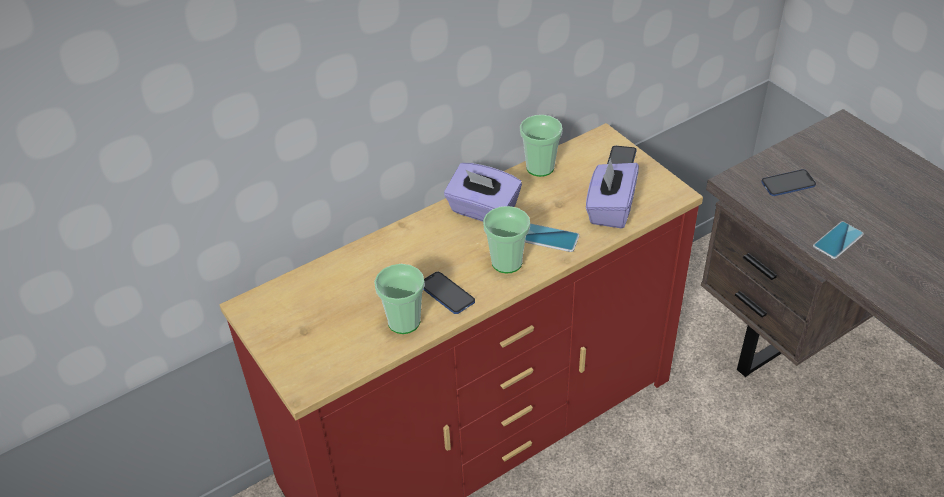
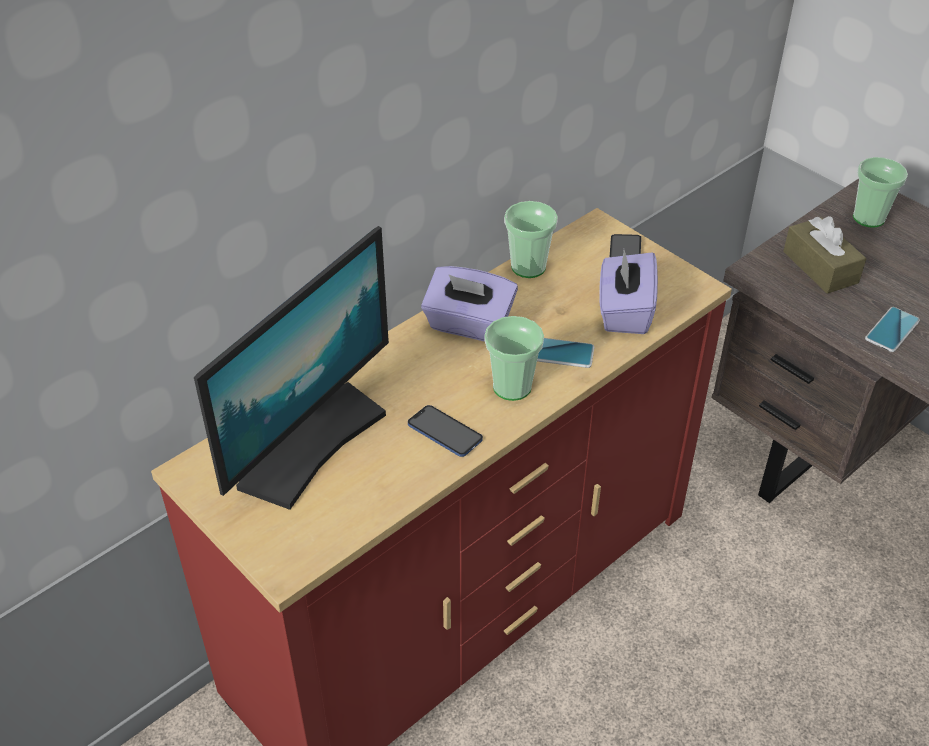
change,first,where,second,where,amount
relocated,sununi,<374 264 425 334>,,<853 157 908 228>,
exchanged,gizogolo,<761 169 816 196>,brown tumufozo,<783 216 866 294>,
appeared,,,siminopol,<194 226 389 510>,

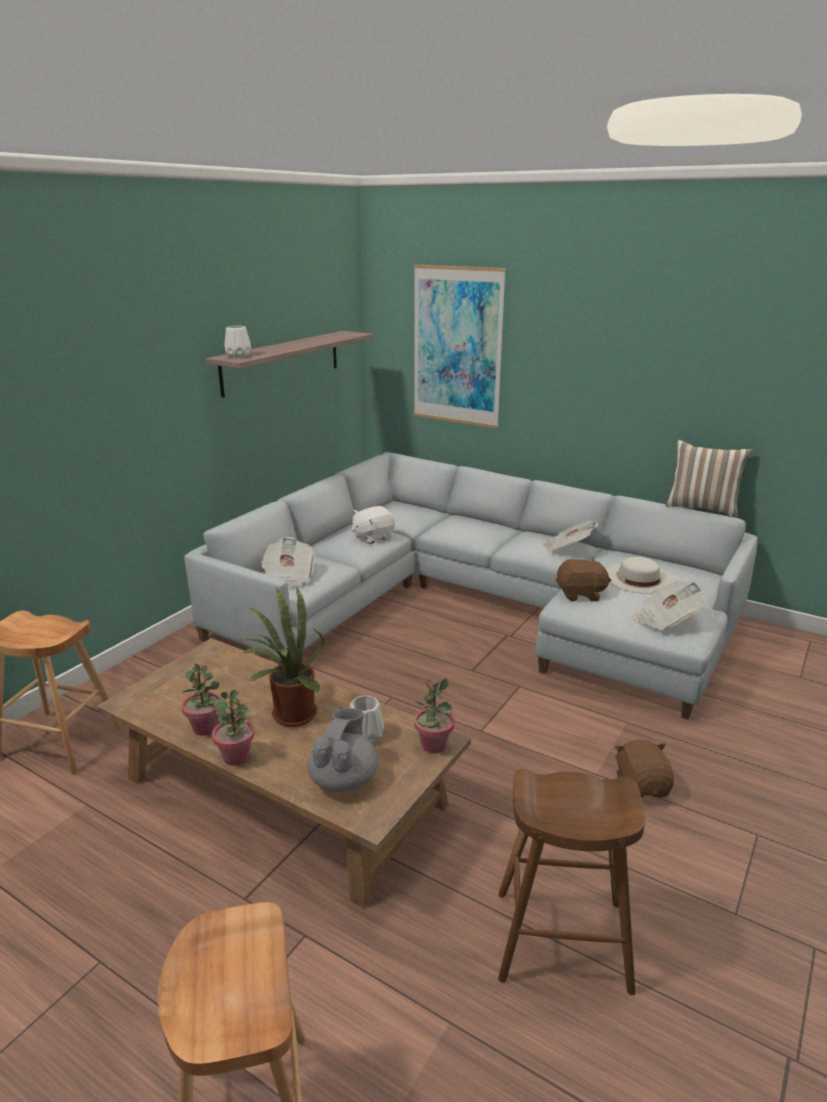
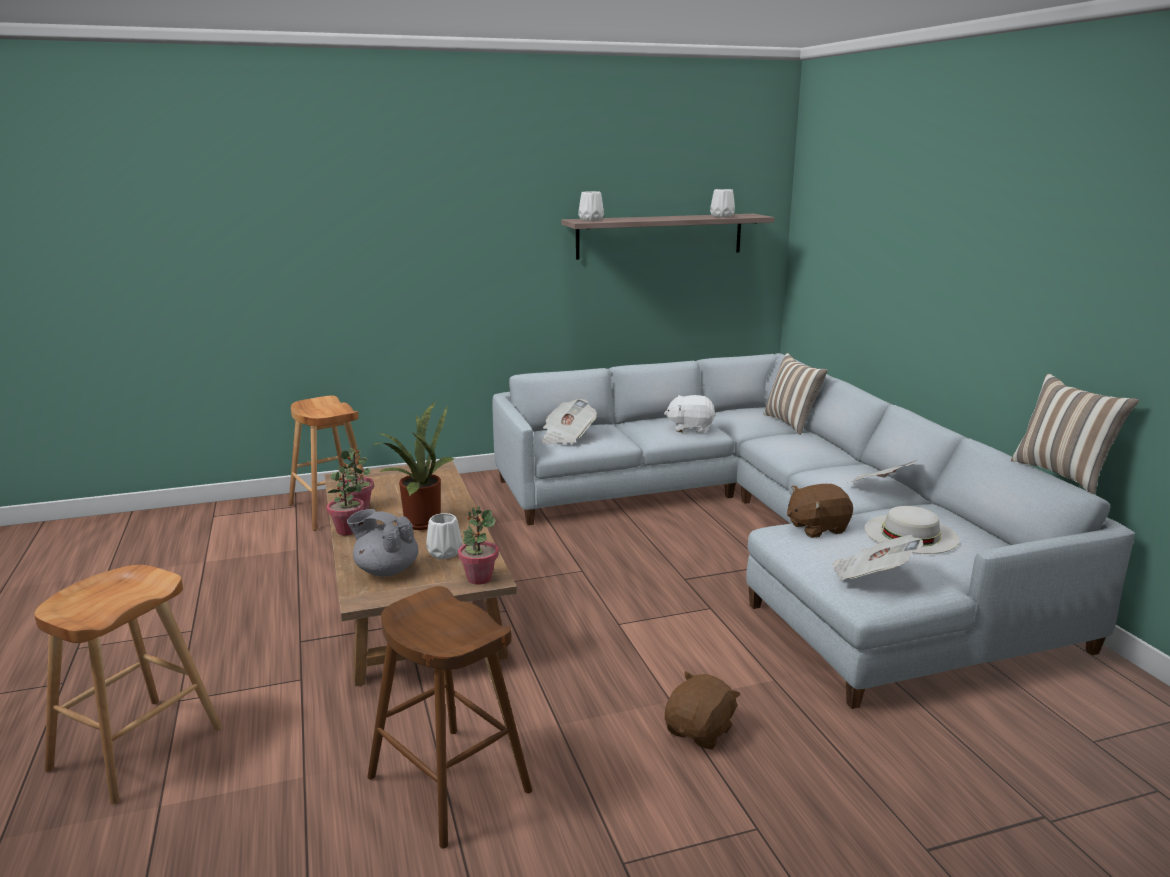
change,first,where,second,where,amount
spun,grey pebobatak,<307 708 378 792>,,<347 509 419 576>,120 degrees counterclockwise
missing,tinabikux,<413 265 506 428>,,,
spun,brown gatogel,<556 558 611 601>,,<787 484 853 538>,120 degrees clockwise
appeared,,,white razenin,<710 189 735 217>,
appeared,,,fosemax,<764 353 828 435>,

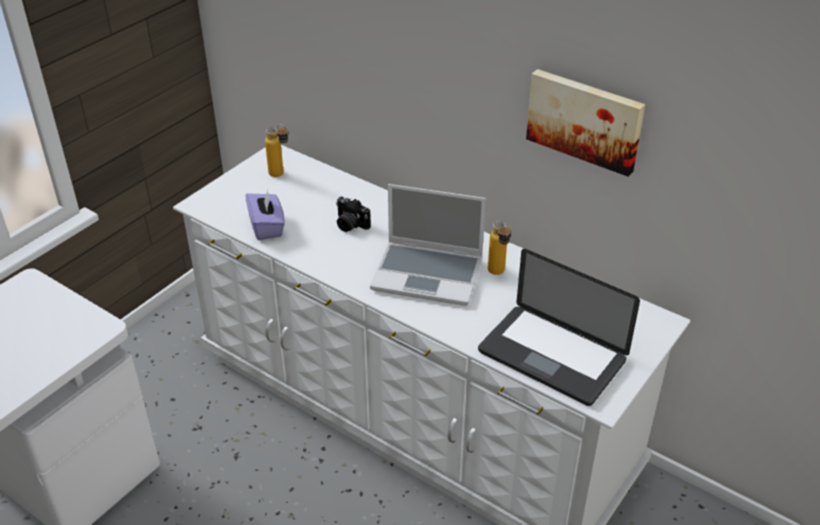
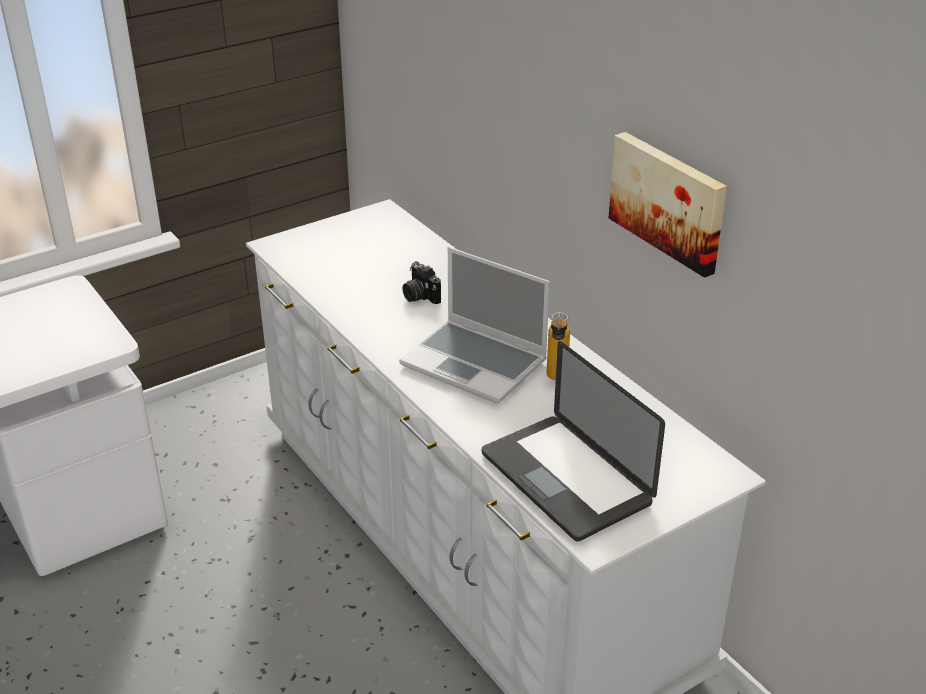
change,first,where,second,where,amount
missing,purple tumufozo,<246 189 285 240>,,,
missing,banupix,<265 125 289 177>,,,

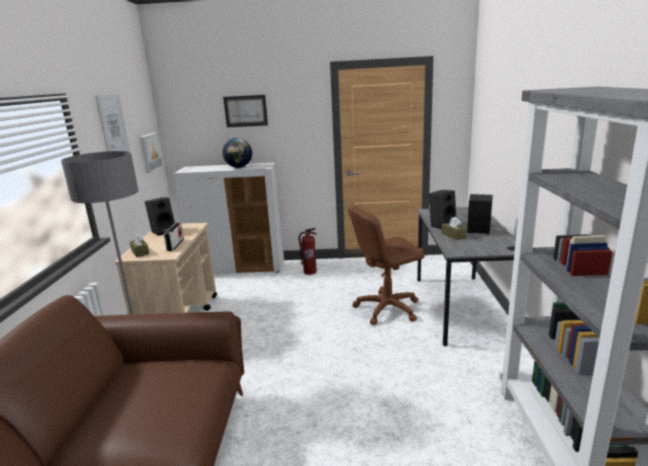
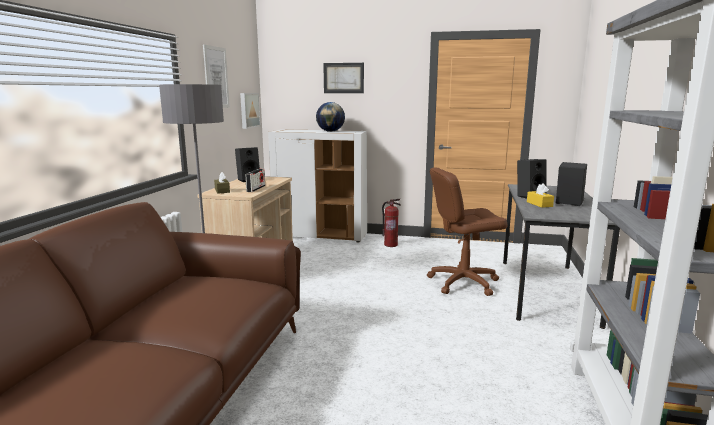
change,first,where,second,where,amount
colour,brown tumufozo,<441 217 467 240>,yellow tumufozo,<527 183 554 208>,

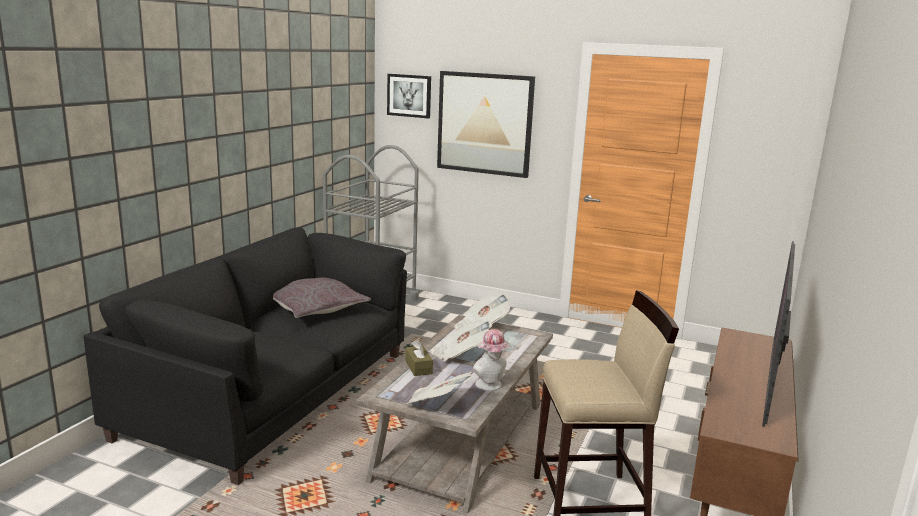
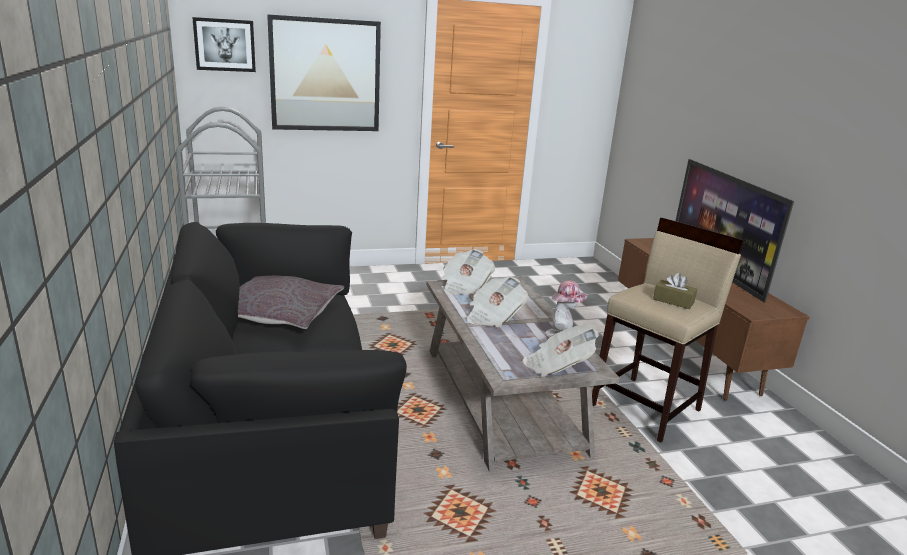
change,first,where,second,where,amount
relocated,brown tumufozo,<405 340 433 376>,,<653 273 697 309>,

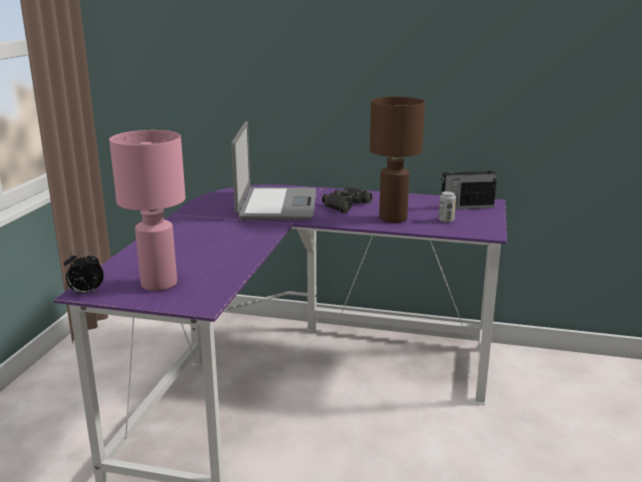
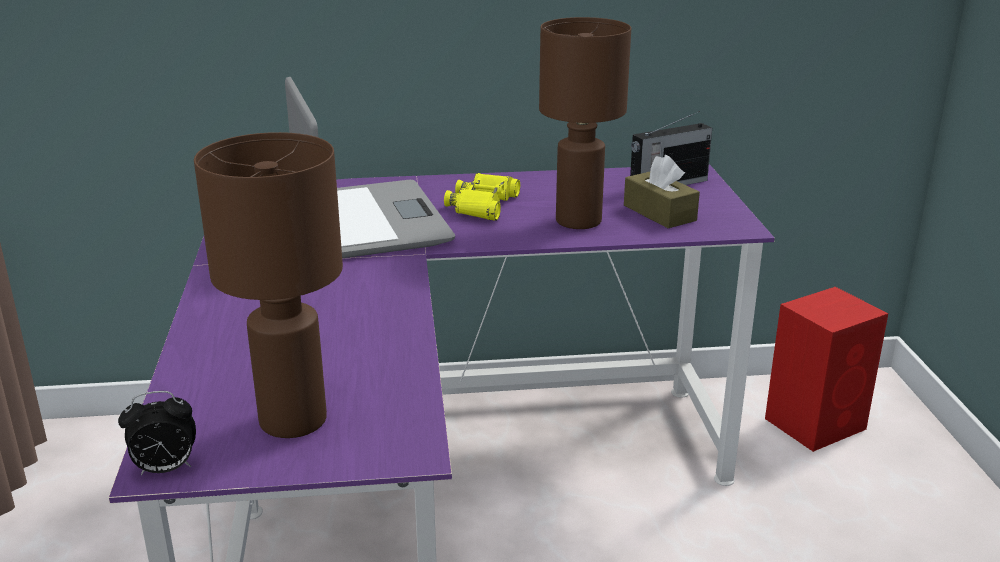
change,first,where,second,where,amount
colour,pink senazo,<109 130 185 291>,brown senazo,<194 132 343 438>,
colour,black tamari,<322 186 372 213>,yellow tamari,<444 173 520 221>,
exchanged,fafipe,<439 191 456 223>,brown tumufozo,<624 155 700 228>,
appeared,,,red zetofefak,<765 287 888 452>,

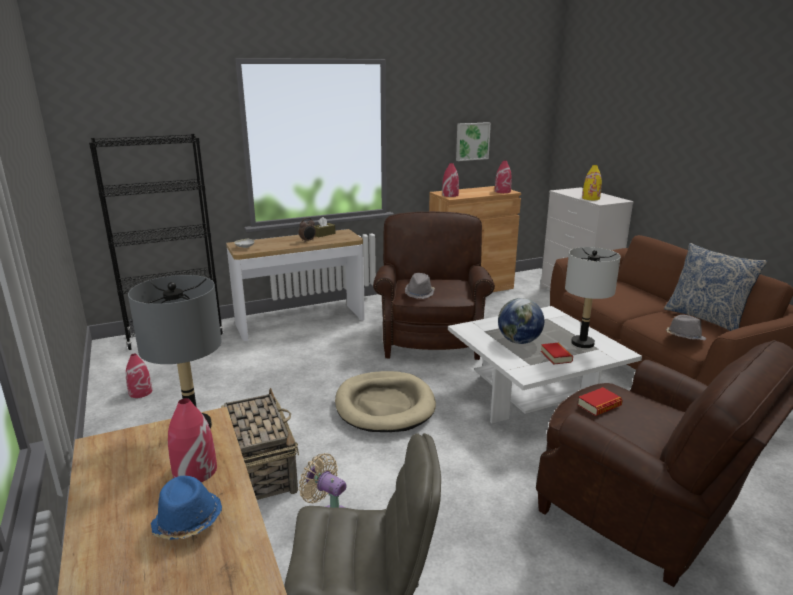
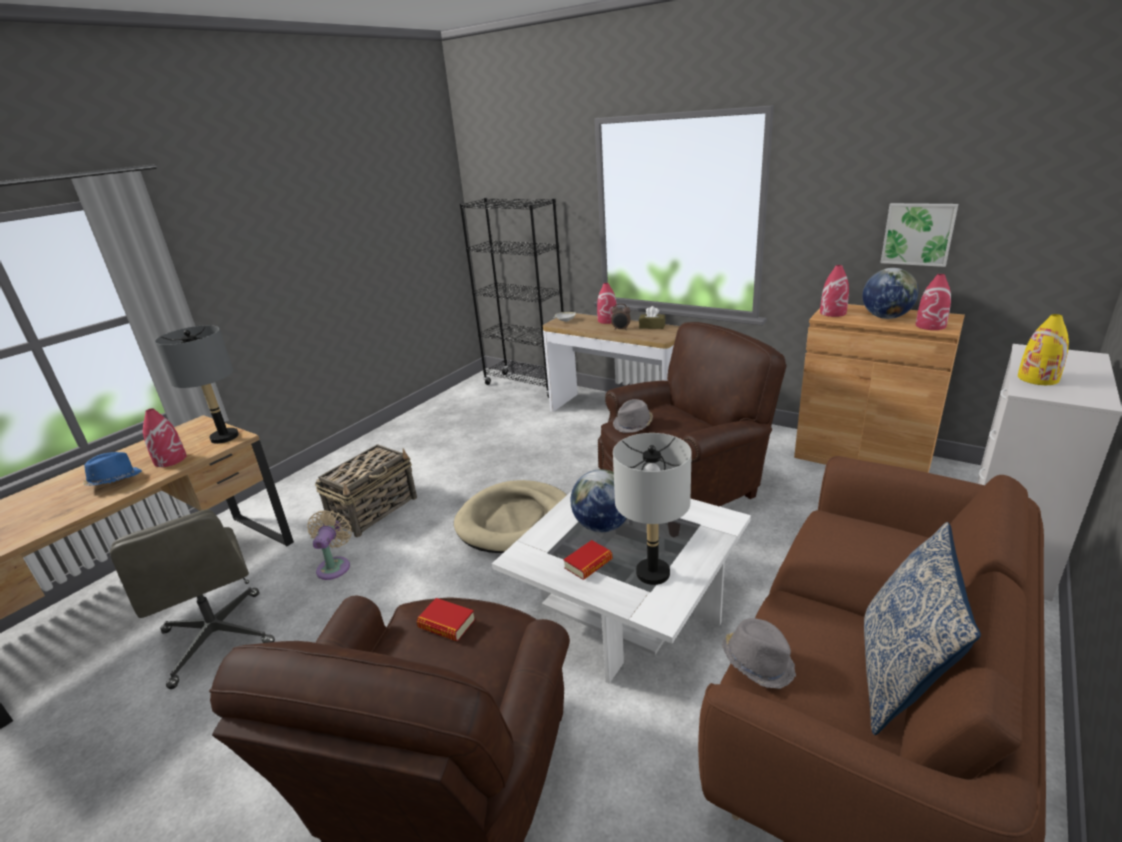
change,first,where,second,where,amount
relocated,red razenin,<126 354 152 398>,,<597 283 617 324>,
appeared,,,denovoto,<863 268 919 319>,

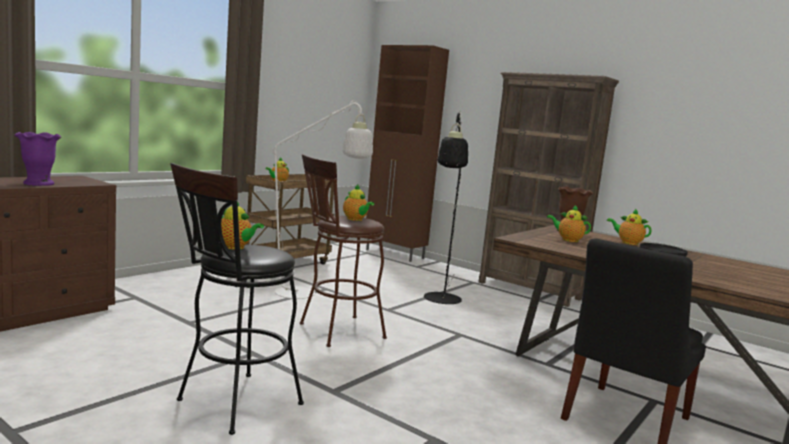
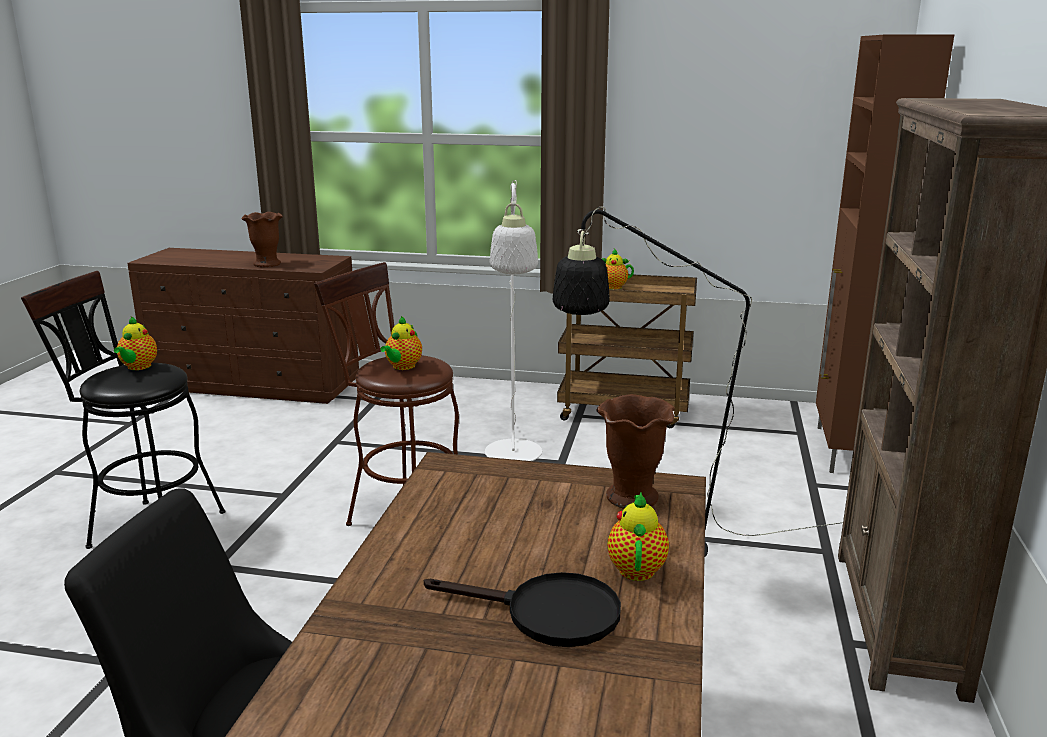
change,first,where,second,where,amount
colour,purple razenin,<14 132 61 186>,brown razenin,<242 212 283 267>,
missing,pebobatak,<547 205 591 242>,,,

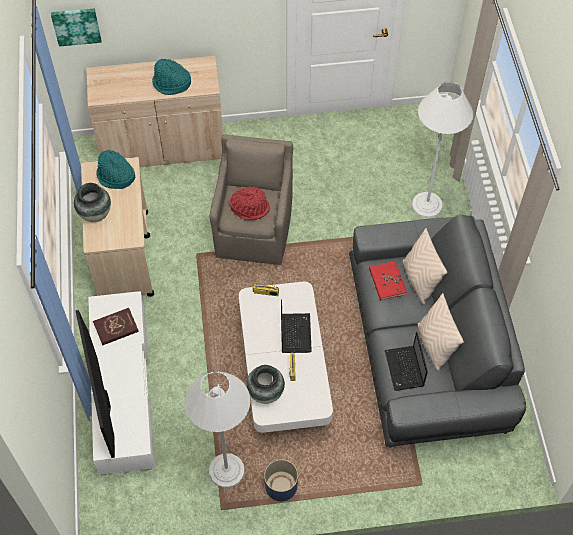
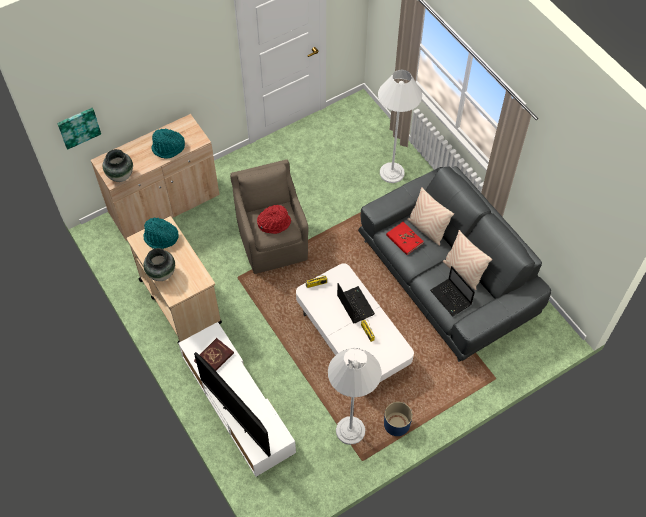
change,first,where,second,where,amount
relocated,razenin,<246 365 285 404>,,<103 149 133 182>,

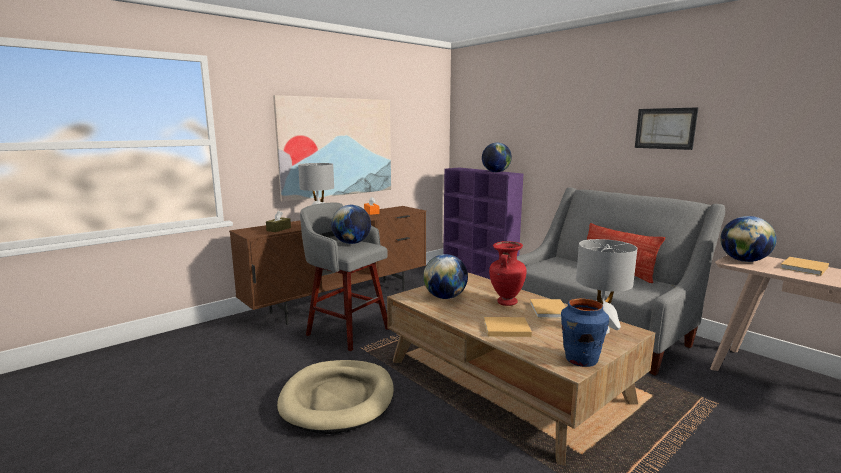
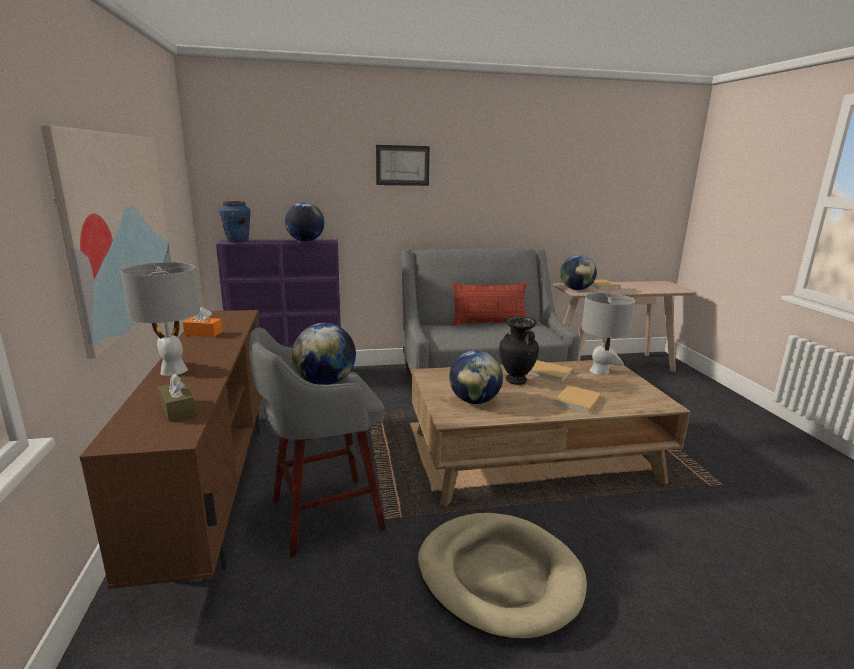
change,first,where,second,where,amount
colour,red razenin,<489 241 527 306>,black razenin,<499 316 539 385>,
relocated,blue razenin,<561 298 609 367>,,<219 201 251 243>,
relocated,tinabikux,<635 107 698 150>,,<376 145 430 186>,

